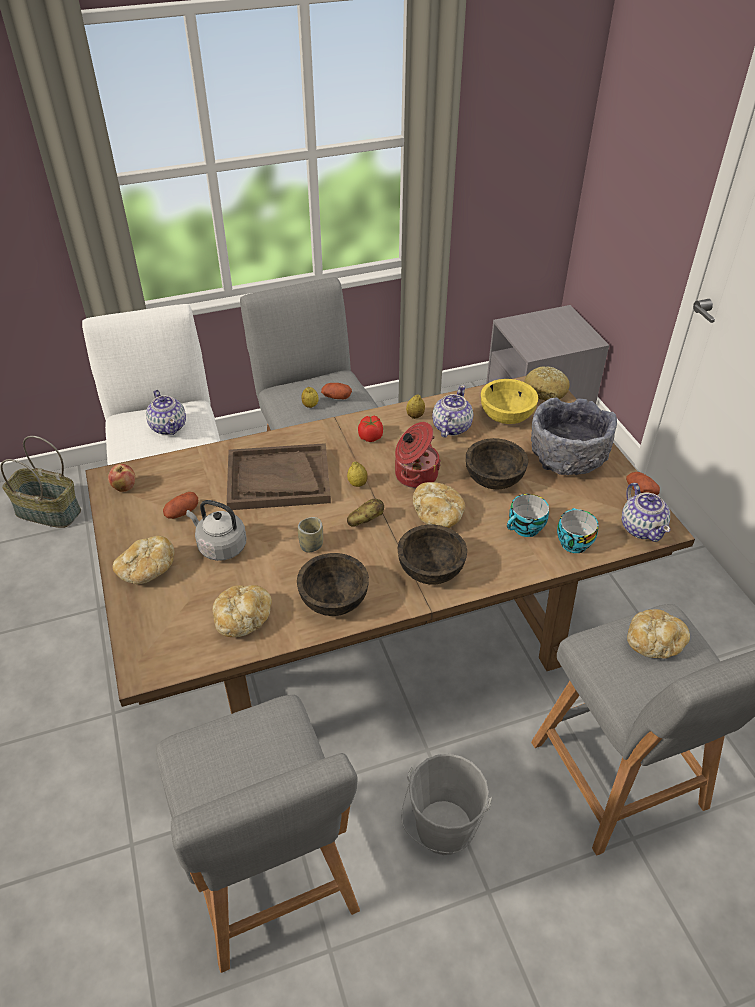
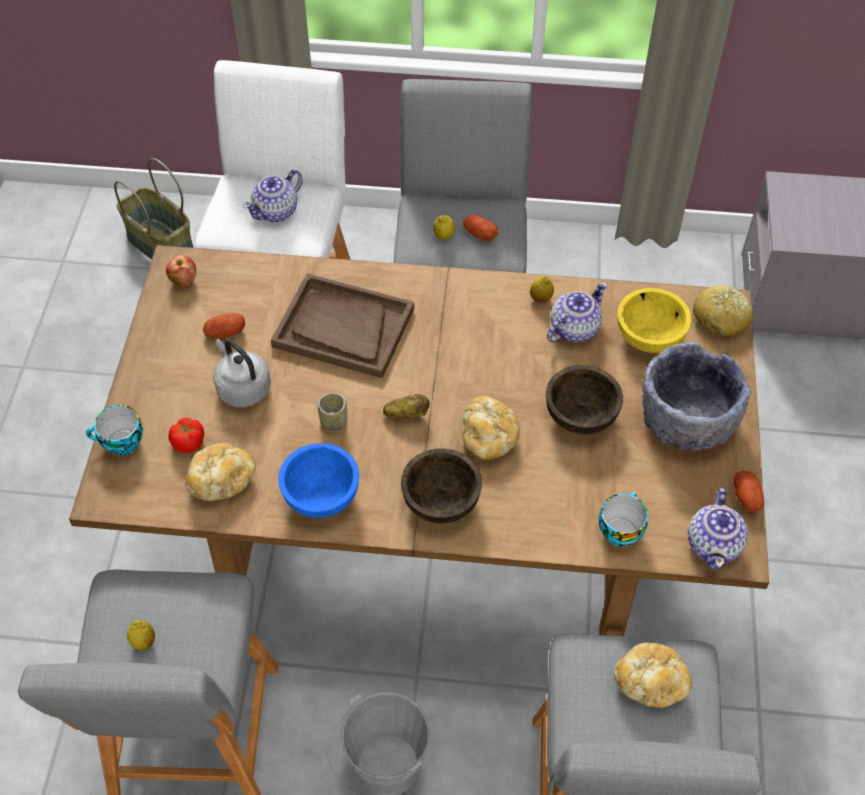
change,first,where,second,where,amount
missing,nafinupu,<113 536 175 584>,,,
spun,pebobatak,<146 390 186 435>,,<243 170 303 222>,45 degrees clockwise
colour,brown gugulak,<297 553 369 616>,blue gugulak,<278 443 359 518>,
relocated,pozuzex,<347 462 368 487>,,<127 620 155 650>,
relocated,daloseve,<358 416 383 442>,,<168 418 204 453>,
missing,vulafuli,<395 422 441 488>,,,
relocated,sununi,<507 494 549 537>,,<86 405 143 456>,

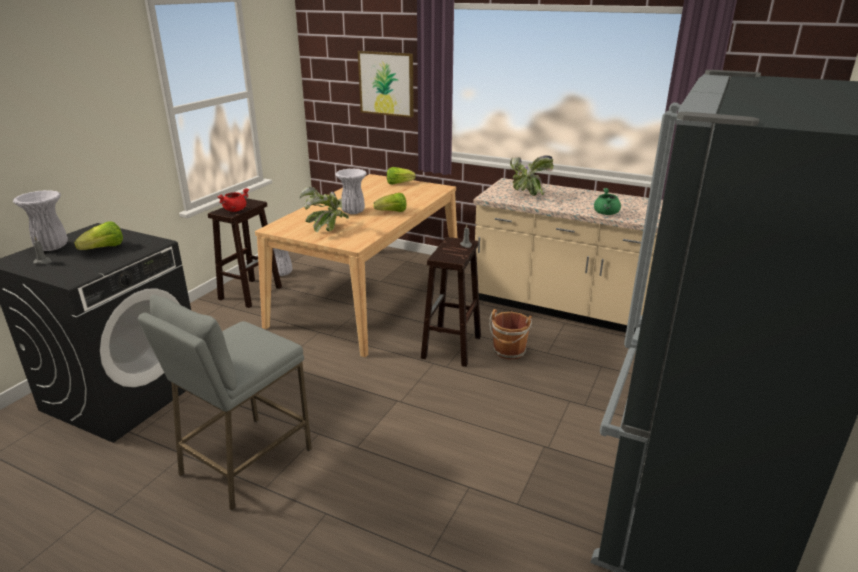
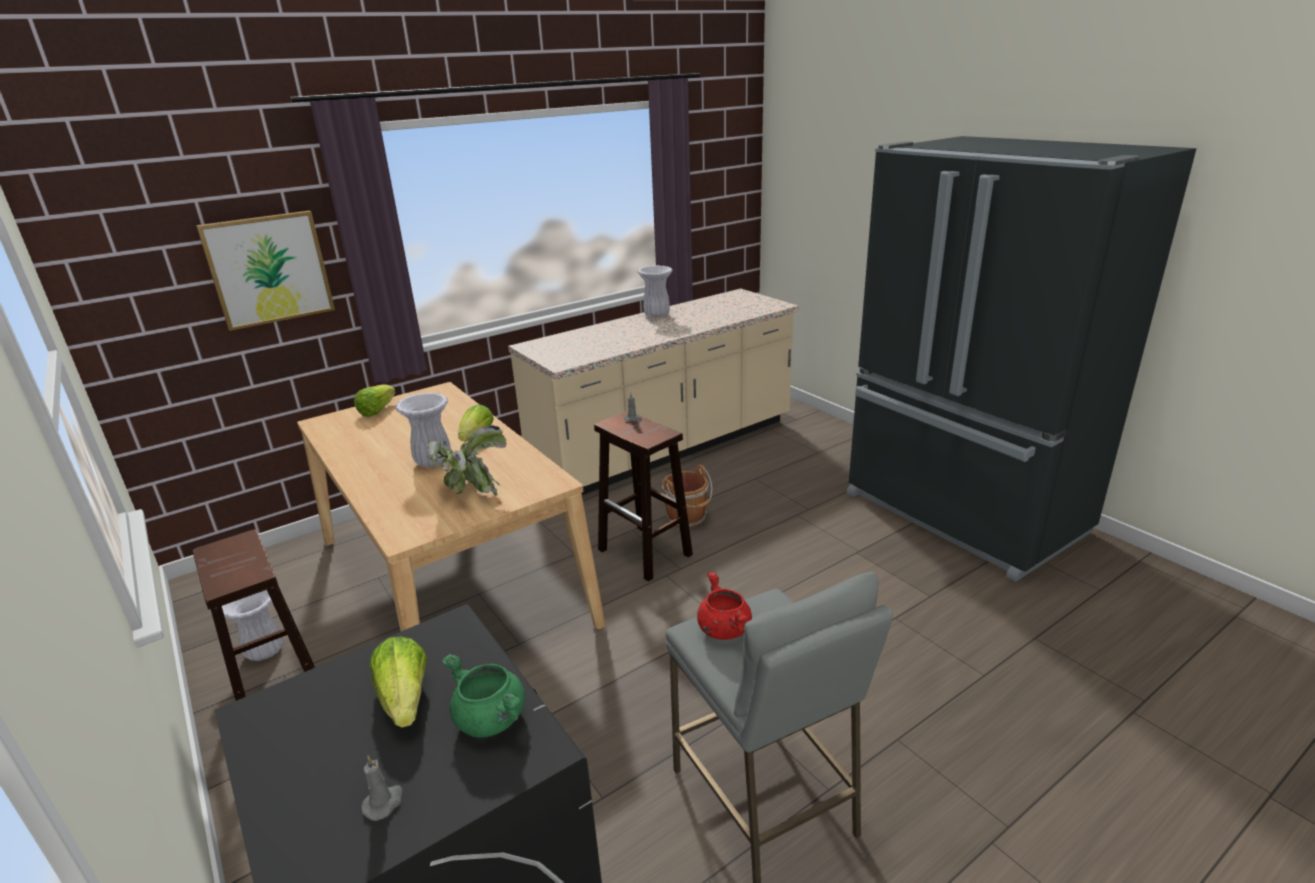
change,first,where,second,where,amount
relocated,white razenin,<13 190 68 251>,,<637 265 673 318>,
relocated,red vulafuli,<218 188 249 212>,,<697 572 752 640>,
missing,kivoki,<509 155 554 196>,,,
relocated,green vulafuli,<594 188 621 215>,,<442 654 525 738>,

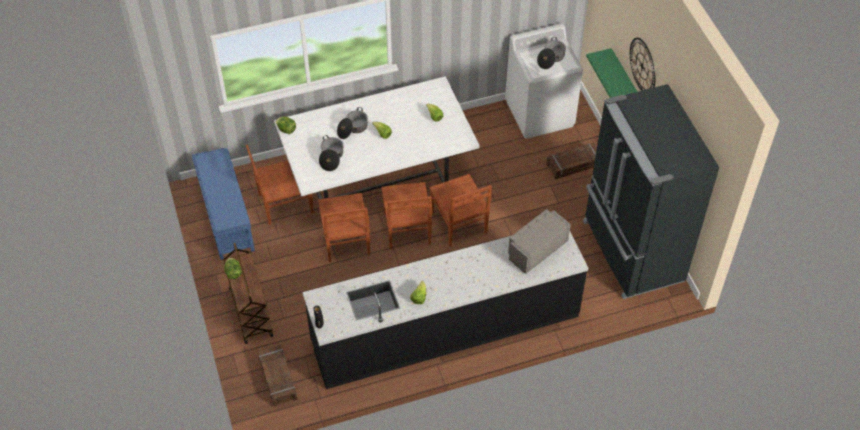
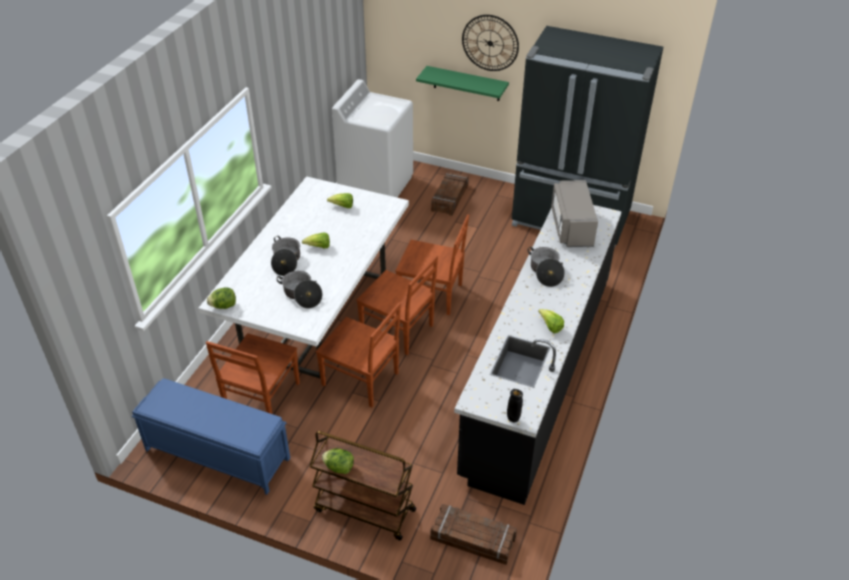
change,first,where,second,where,amount
relocated,vulafuli,<537 37 566 69>,,<528 247 565 287>,

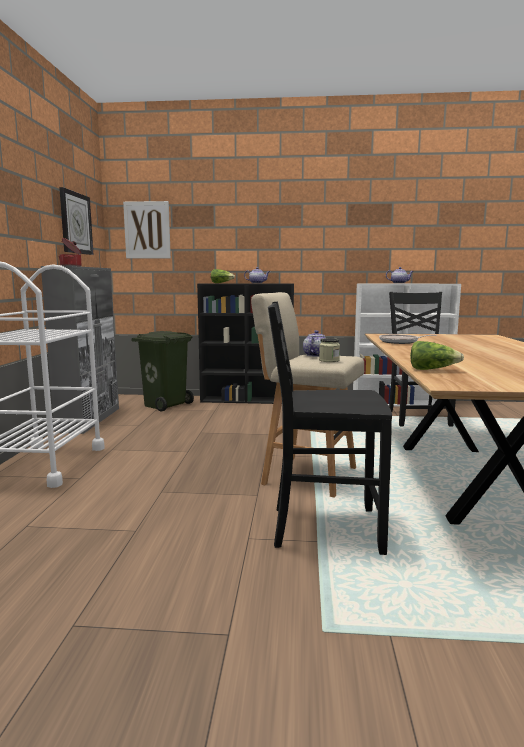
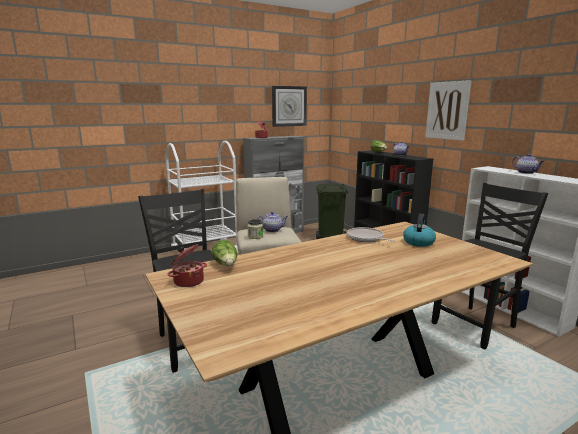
change,first,where,second,where,amount
relocated,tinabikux,<123 201 171 259>,,<425 80 471 141>,
appeared,,,vulafuli,<168 244 207 287>,
appeared,,,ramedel,<403 214 436 247>,

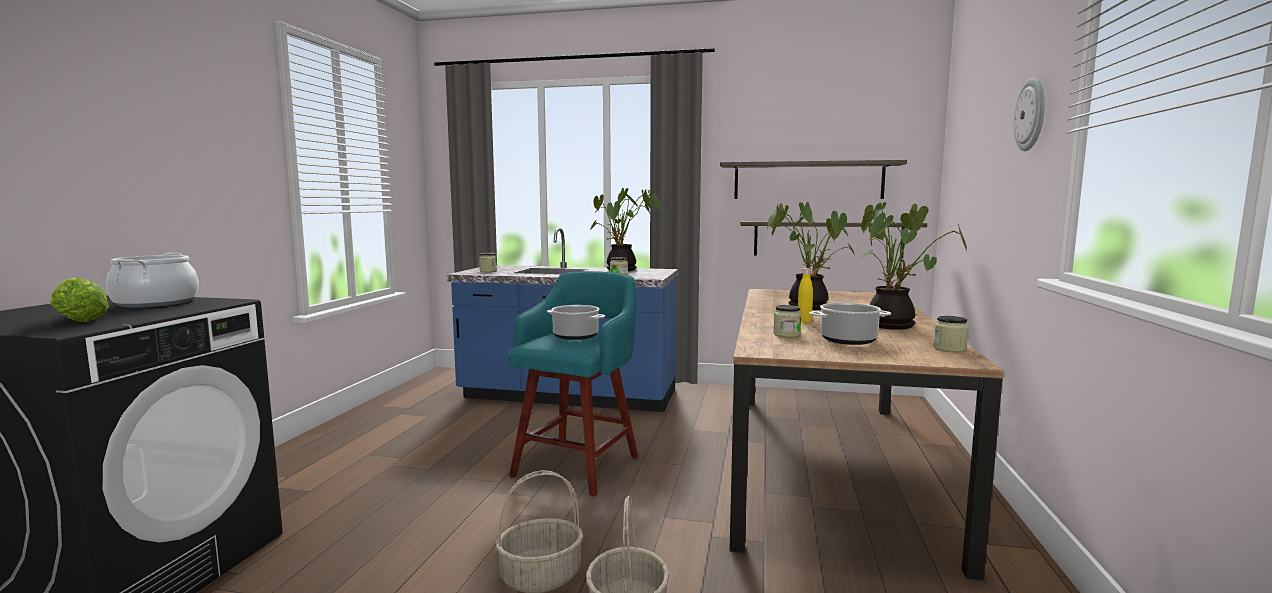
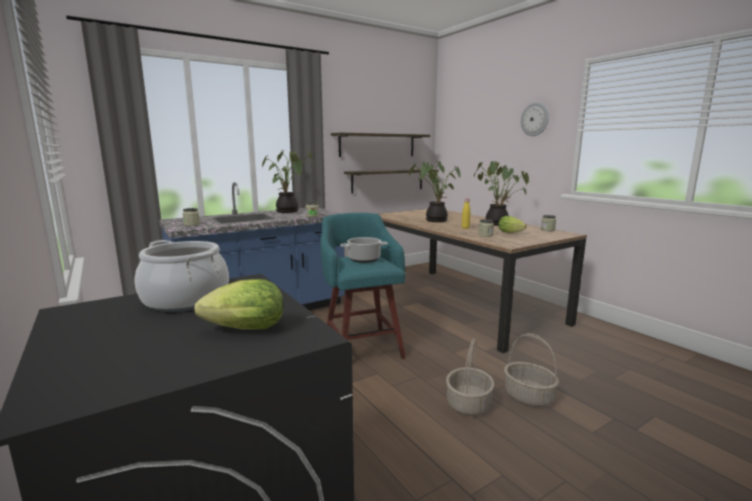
change,first,where,second,where,amount
exchanged,vulafuli,<809 303 891 345>,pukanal,<498 216 527 233>,

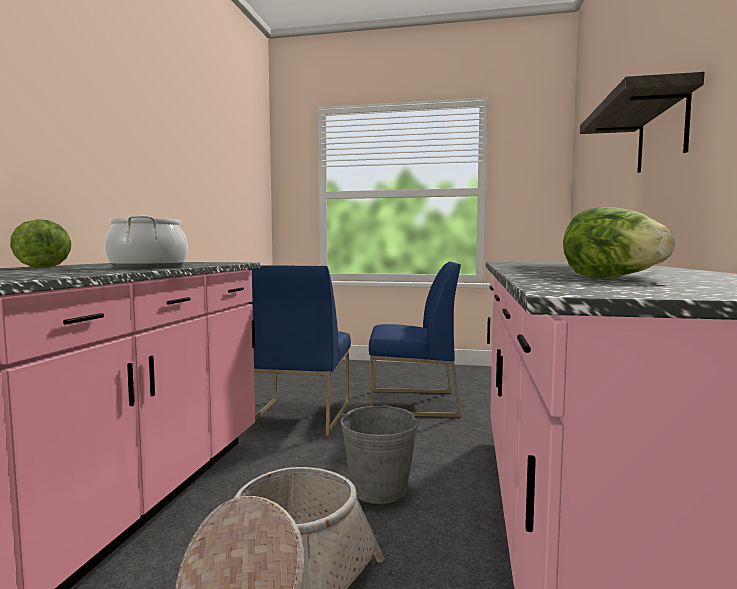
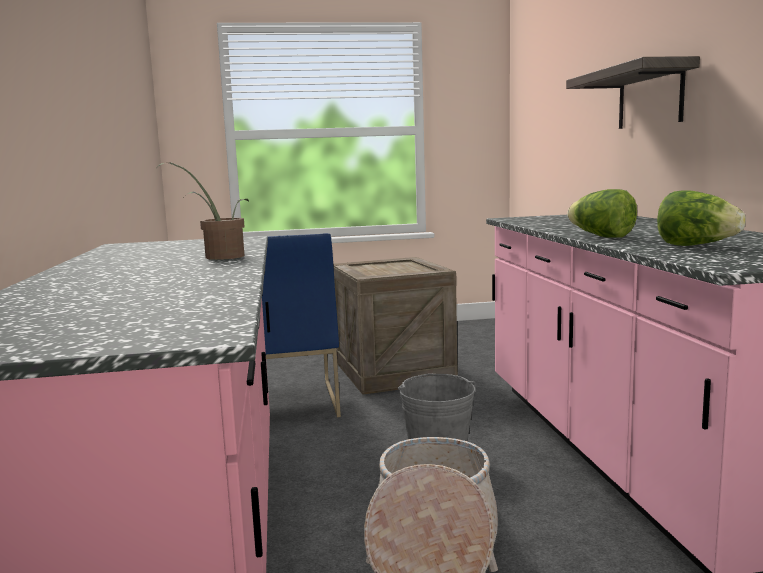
change,first,where,second,where,amount
relocated,pukanal,<10 219 71 268>,,<567 189 637 238>,
exchanged,vulafuli,<104 215 188 269>,kivoki,<157 162 249 260>,
exchanged,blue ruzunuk,<369 261 461 417>,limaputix,<333 257 458 395>,

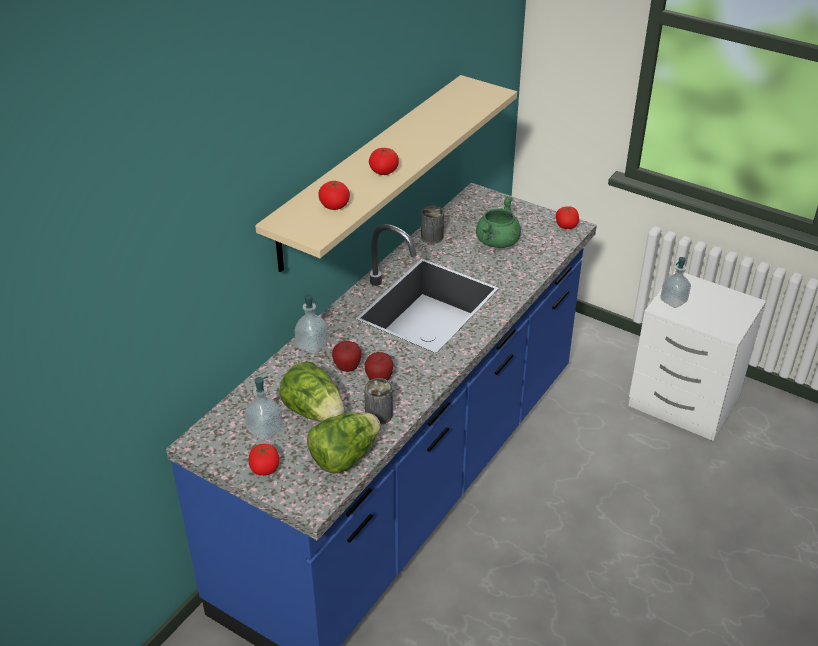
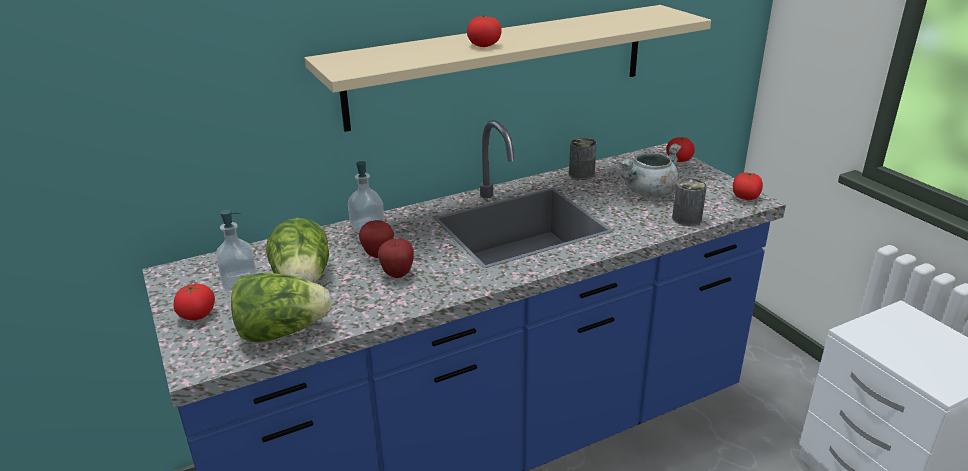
change,first,where,second,where,amount
relocated,daloseve,<318 181 350 210>,,<666 137 695 162>,
relocated,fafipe,<364 378 393 425>,,<672 178 707 226>,
colour,green vulafuli,<476 196 521 248>,grey vulafuli,<619 143 682 198>,
missing,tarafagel,<660 257 691 308>,,,

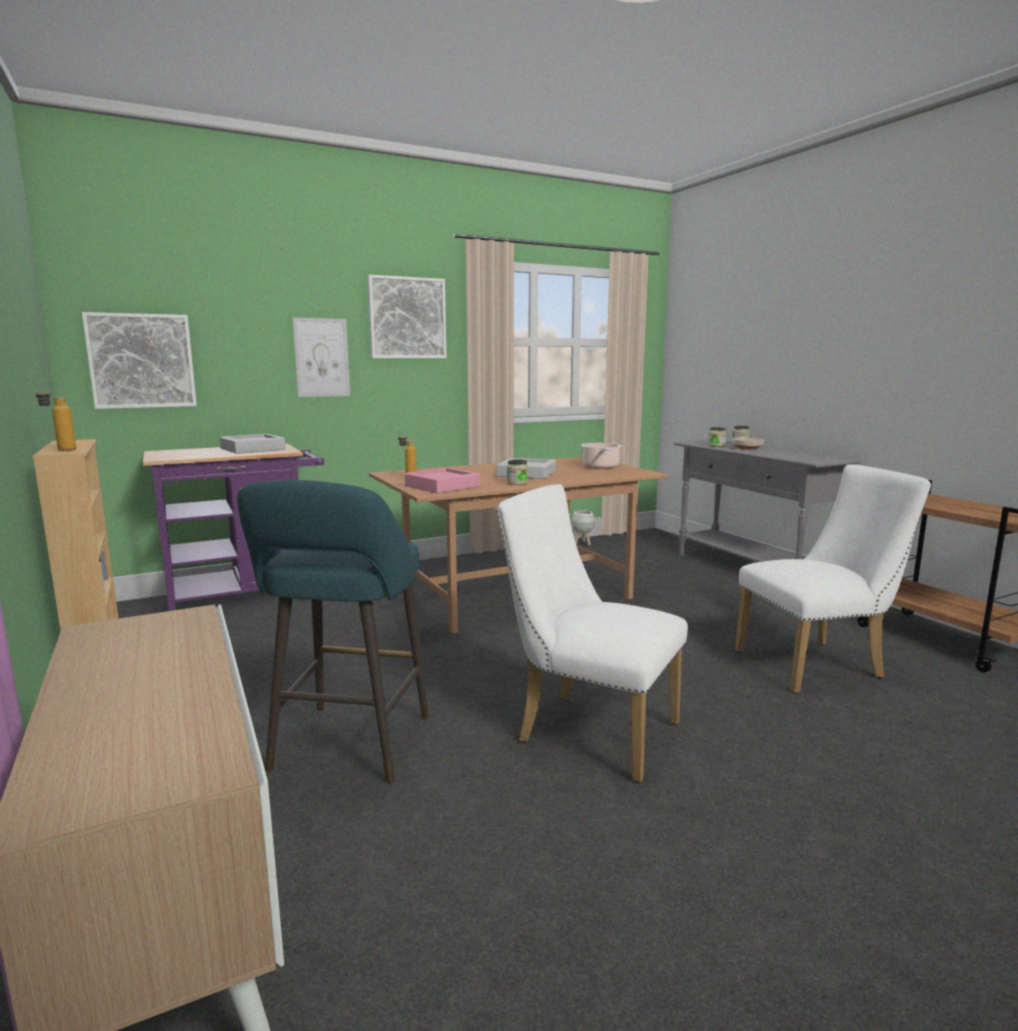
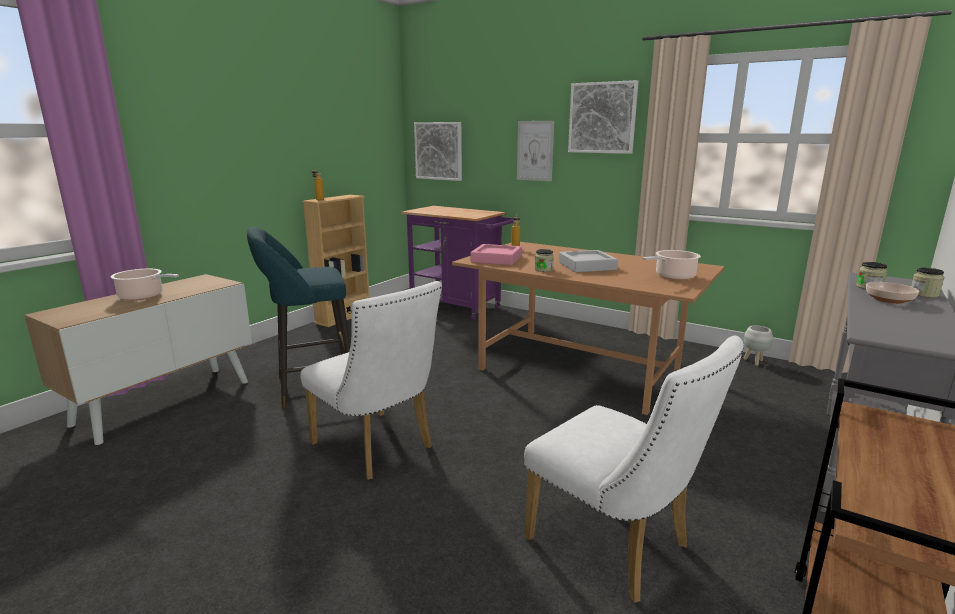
change,first,where,second,where,amount
missing,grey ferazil,<220 434 286 454>,,,
spun,white ruzunuk,<497 484 688 782>,,<300 281 442 480>,135 degrees clockwise
appeared,,,vulafuli,<111 269 179 301>,

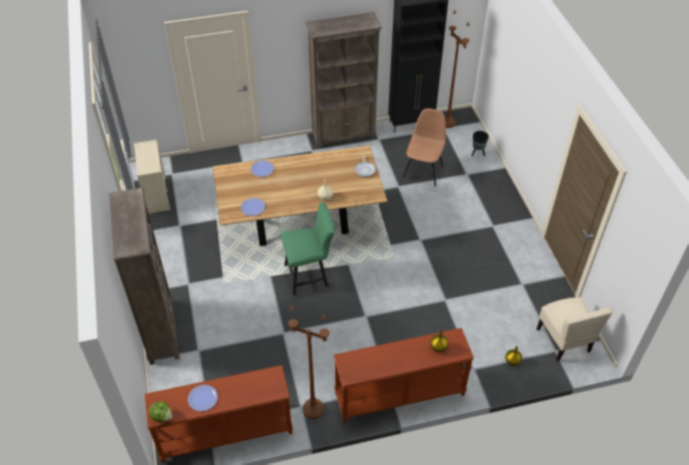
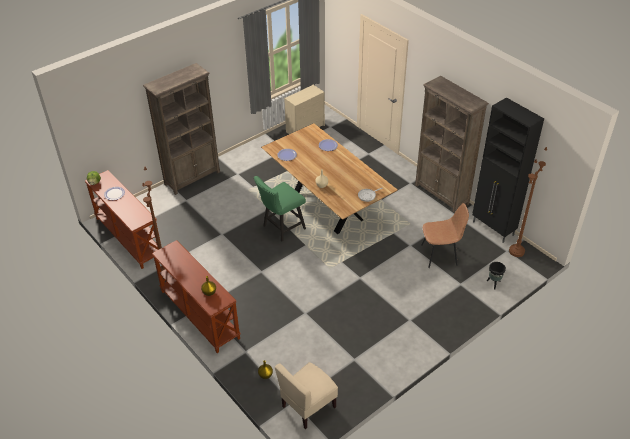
change,first,where,second,where,amount
spun,green ruzunuk,<281 202 335 295>,,<254 176 306 241>,90 degrees clockwise

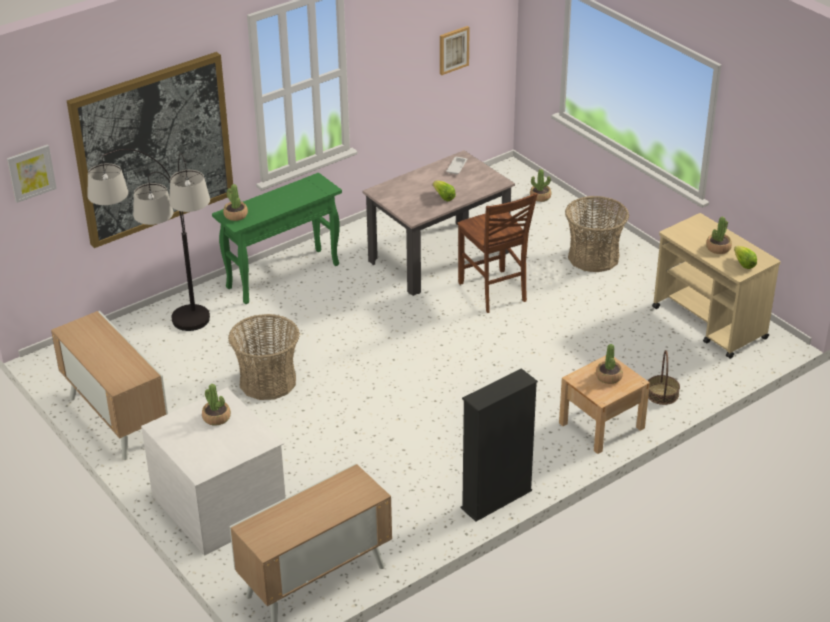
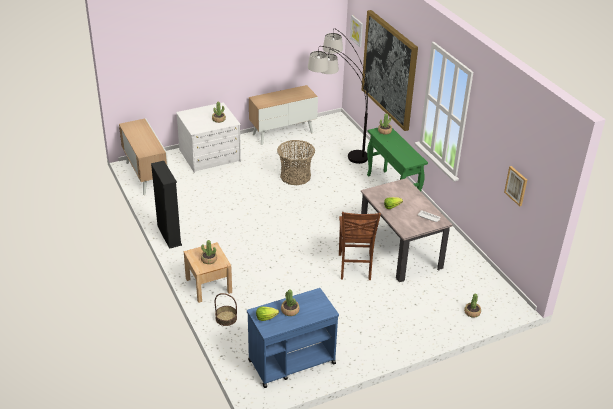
change,first,where,second,where,amount
spun,brown ruzunuk,<458 192 537 313>,,<339 212 381 280>,75 degrees counterclockwise
missing,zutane,<565 196 629 272>,,,
colour,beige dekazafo,<652 213 781 359>,blue dekazafo,<247 288 339 388>,

